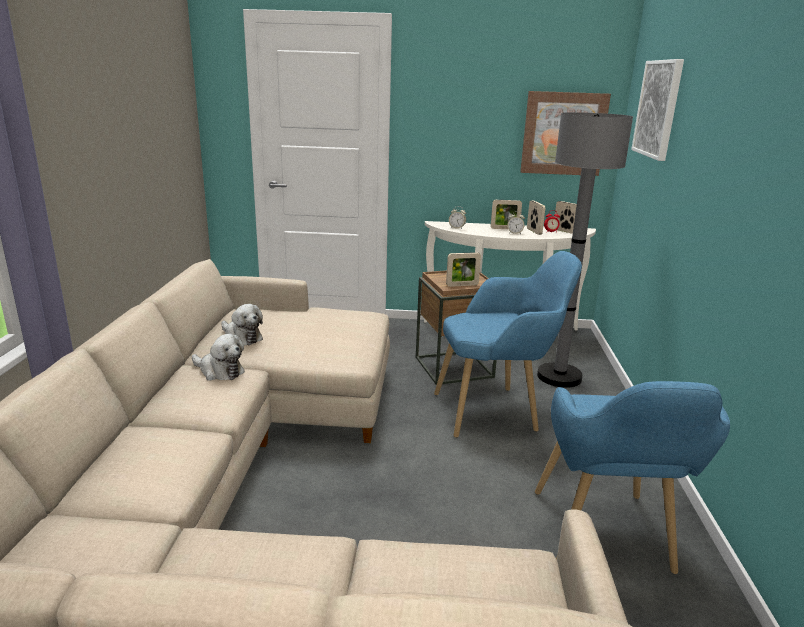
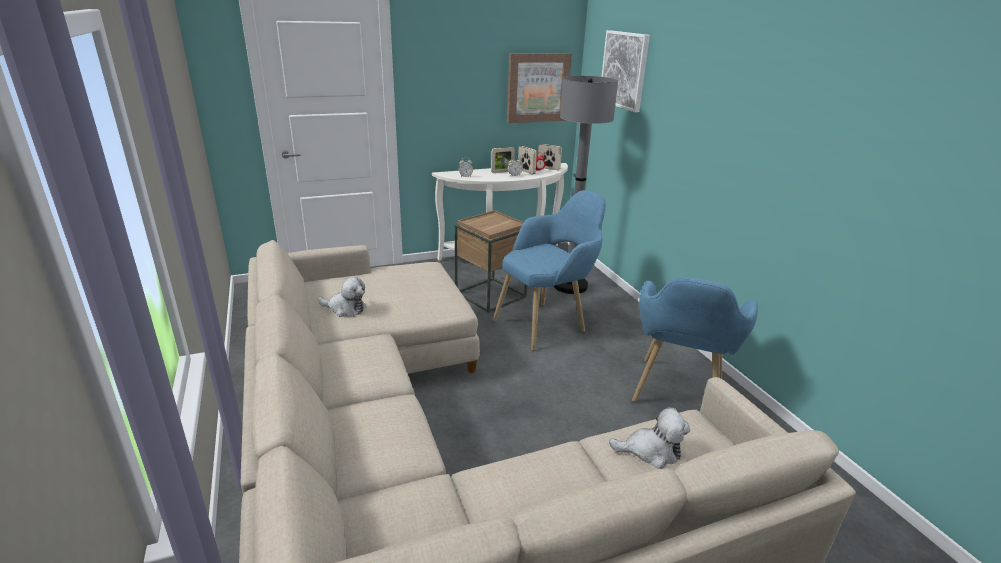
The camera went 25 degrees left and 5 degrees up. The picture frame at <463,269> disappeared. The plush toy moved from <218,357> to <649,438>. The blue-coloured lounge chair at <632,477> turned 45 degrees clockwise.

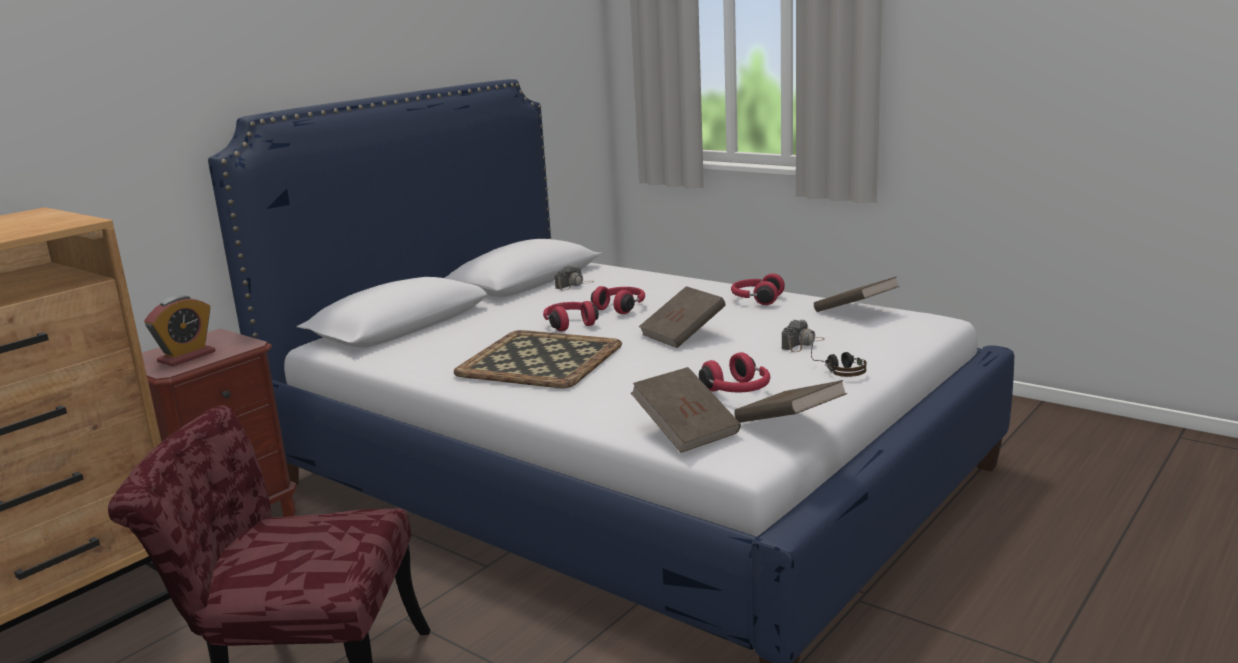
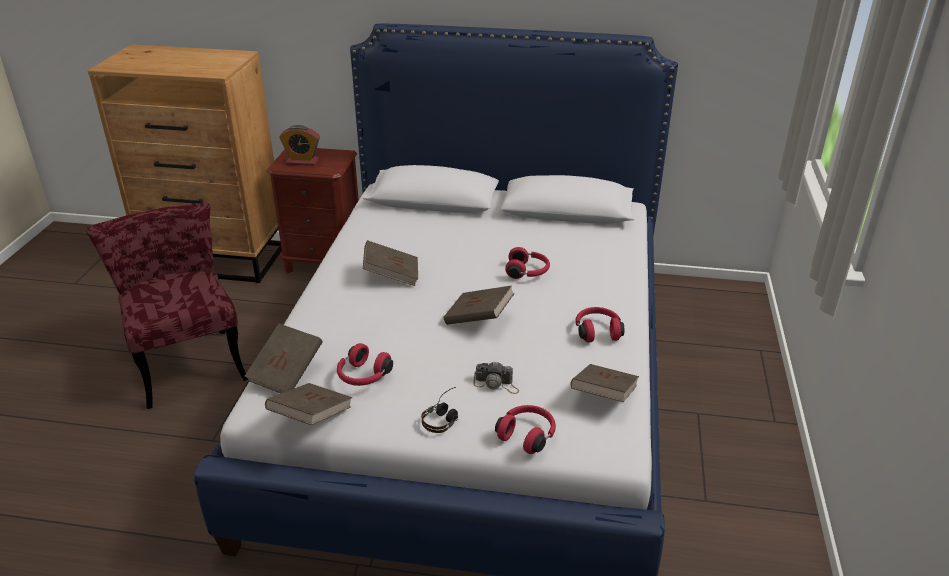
The camera went 60 degrees right and 15 degrees up. The photo camera at <574,278> disappeared. The reddish pair of headphones moved from <571,316> to <525,429>. The tray at <538,359> was replaced by the brown-coloured book at <390,263>.

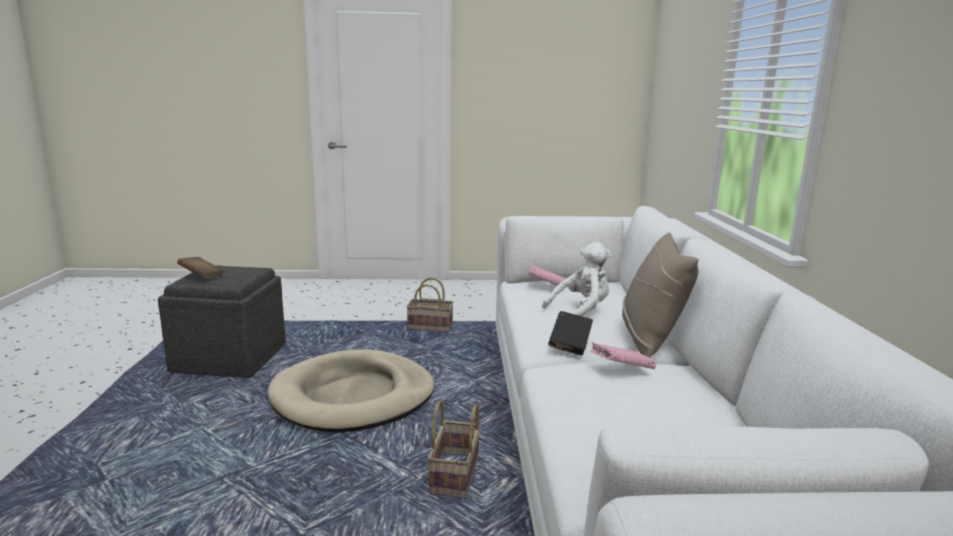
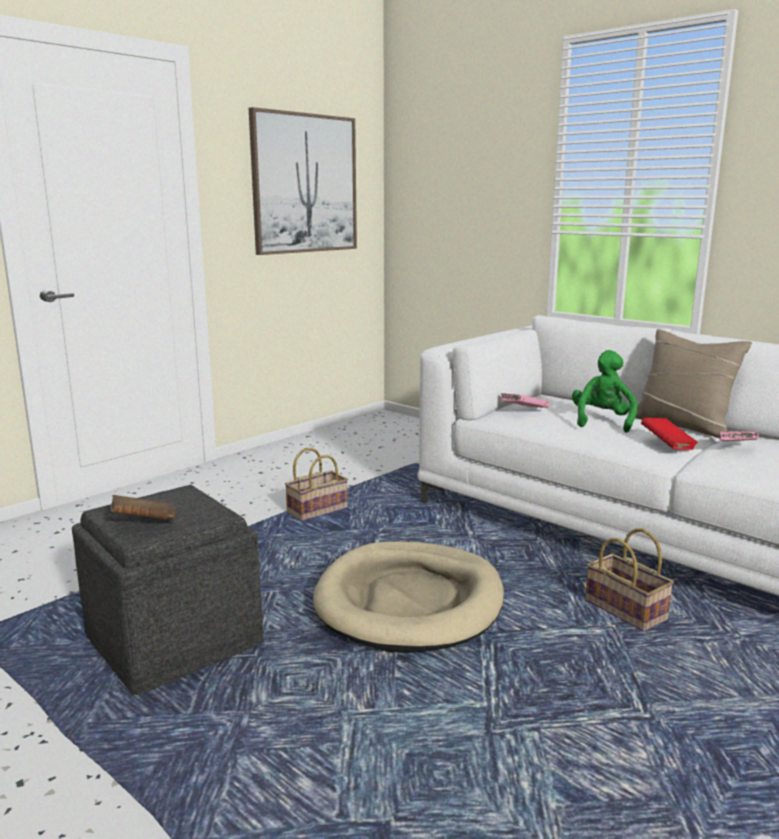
The camera went 45 degrees left and 0 degrees up. The whitish plush toy at <577,279> became the greenish plush toy at <604,391>. The black-coloured book at <570,333> became the reddish book at <669,434>. The picture at <303,181> appeared.

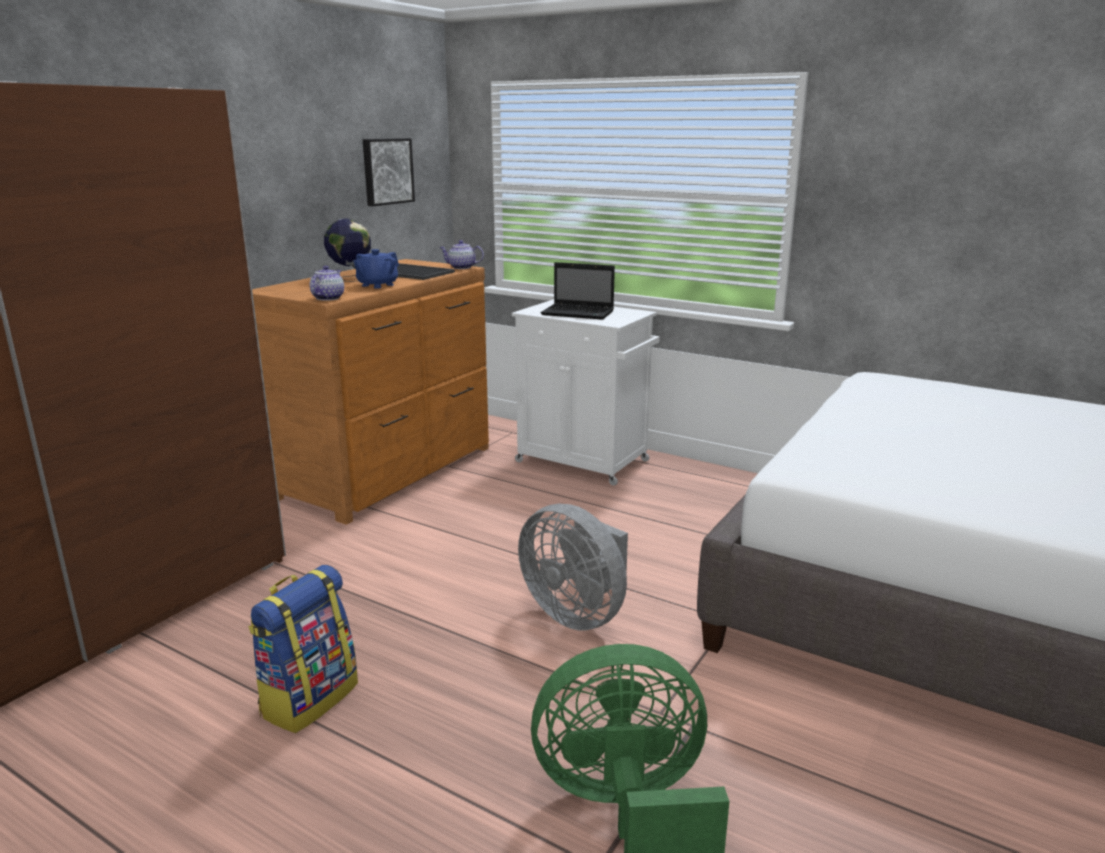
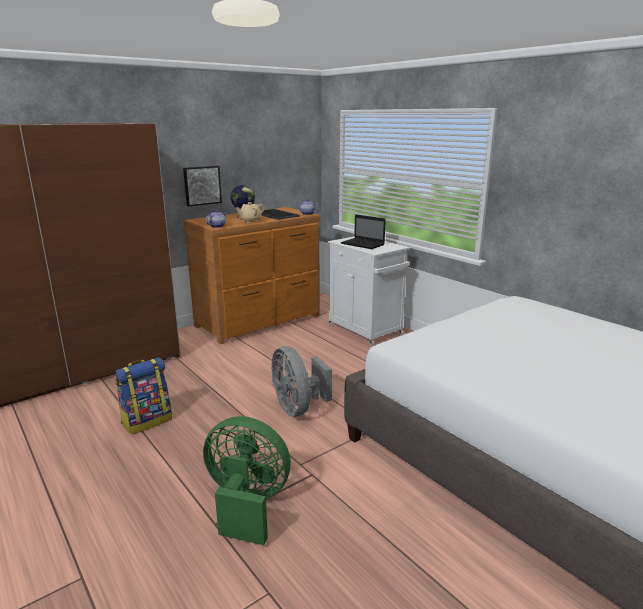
The camera went 20 degrees right and 0 degrees up. The picture moved from <389,172> to <202,186>. The blue-coloured tea pot at <376,269> became the sand-coloured tea pot at <250,212>.

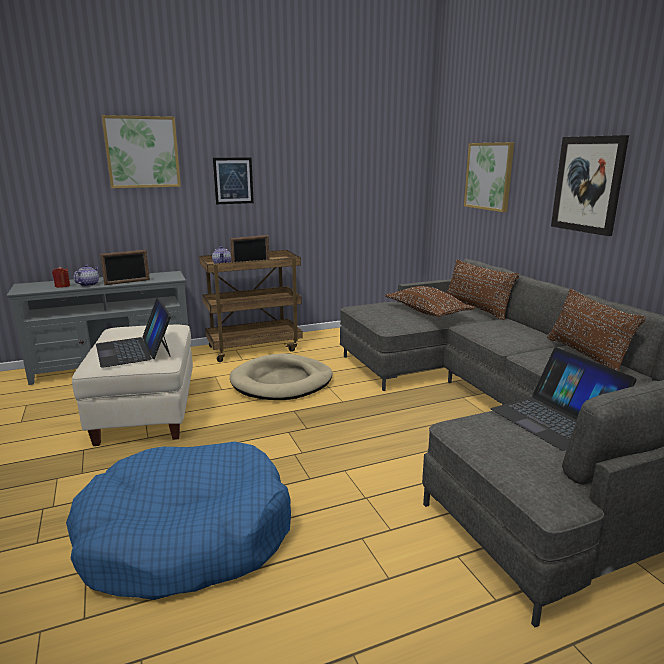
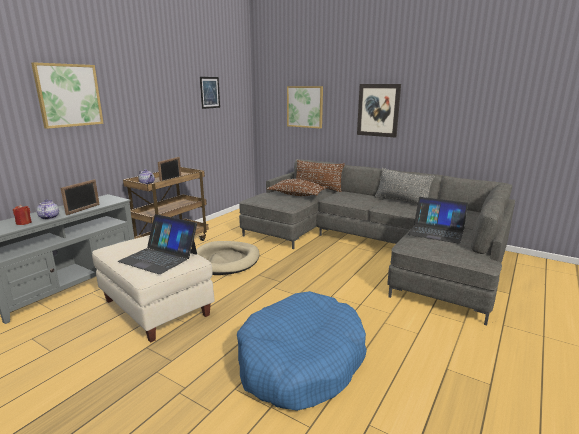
The camera went 35 degrees left and 0 degrees up. The picture moved from <233,181> to <210,93>. The brown-coloured cushion at <596,330> became the grey cushion at <405,186>.

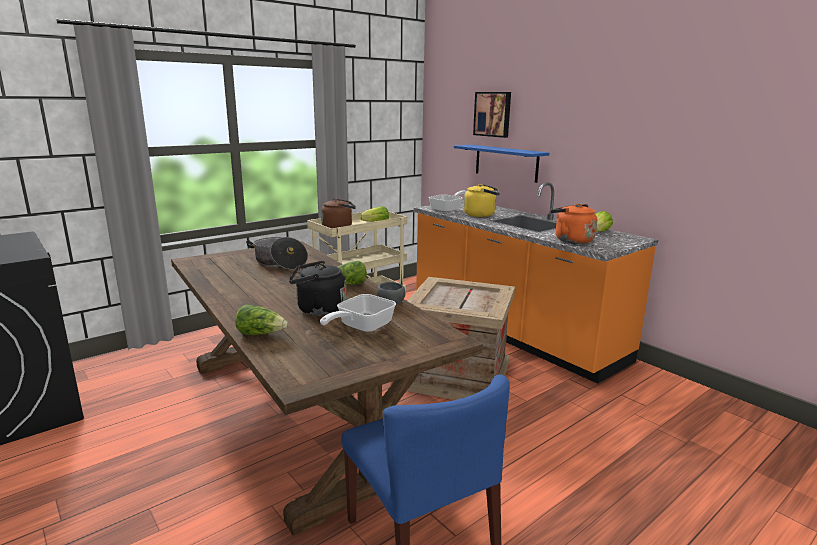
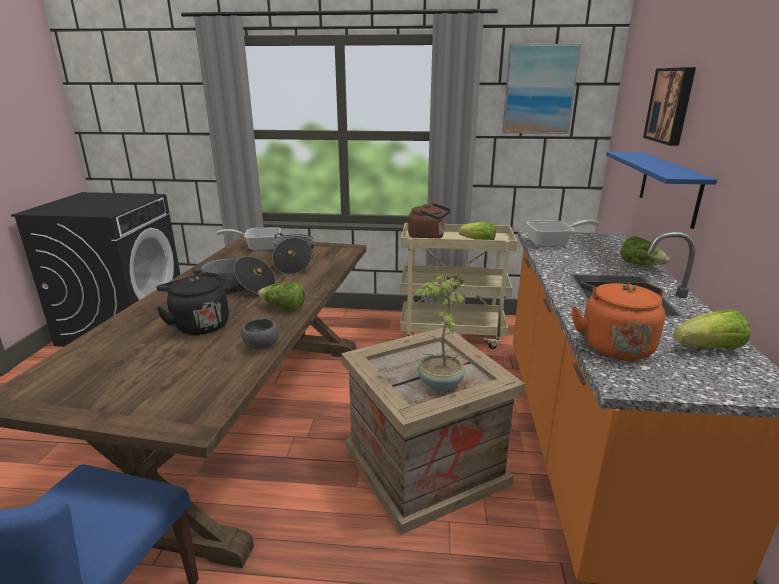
The camera went 45 degrees right and 5 degrees up. The yellow kettle at <482,200> disappeared. The pan moved from <358,313> to <248,239>. The head of lettuce moved from <261,319> to <645,250>. The picture at <541,89> appeared. The stockpot at <234,275> appeared. The plant in a pot at <439,333> appeared.

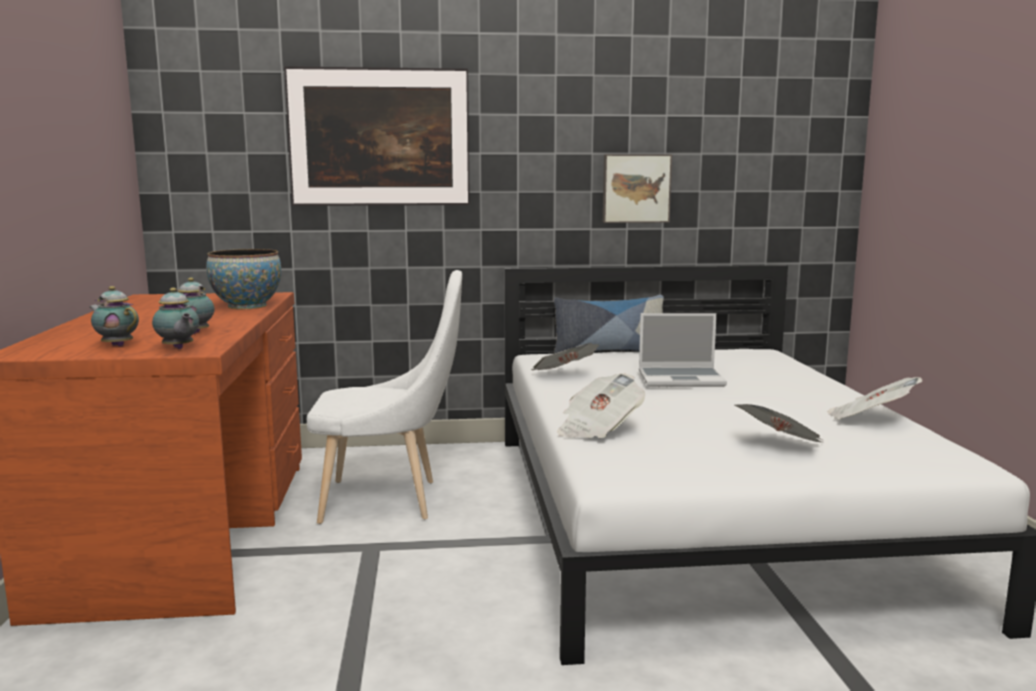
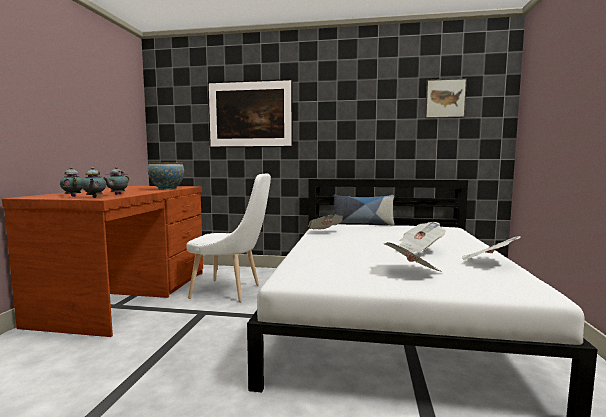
The camera went 15 degrees right and 5 degrees down. The picture moved from <637,188> to <446,98>. The portable computer at <683,350> disappeared. The printed paper moved from <601,405> to <420,237>.

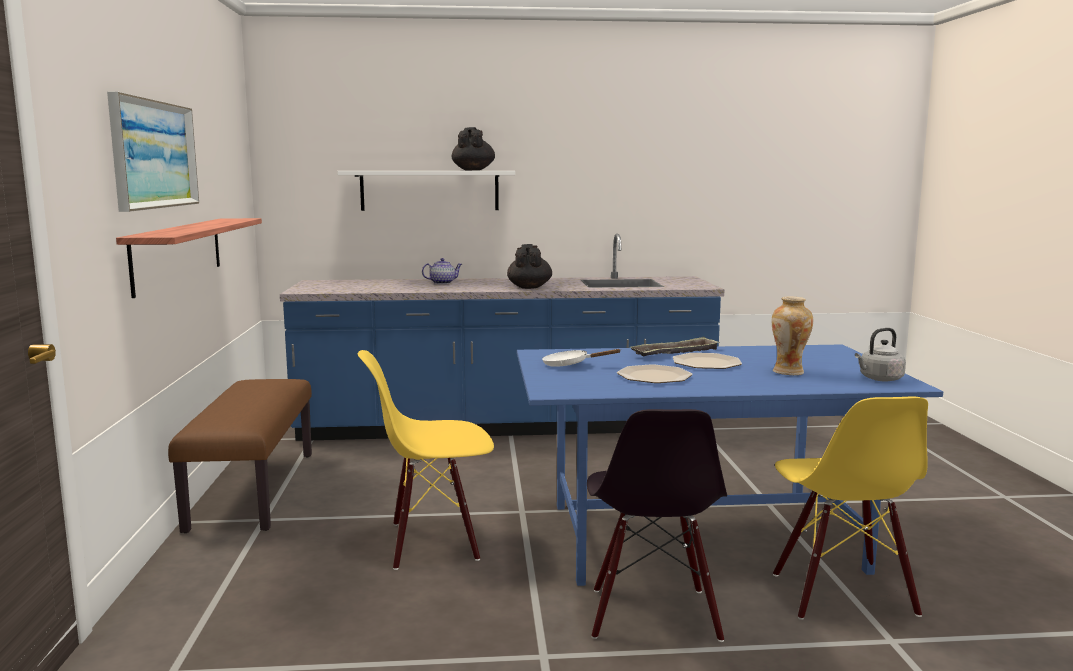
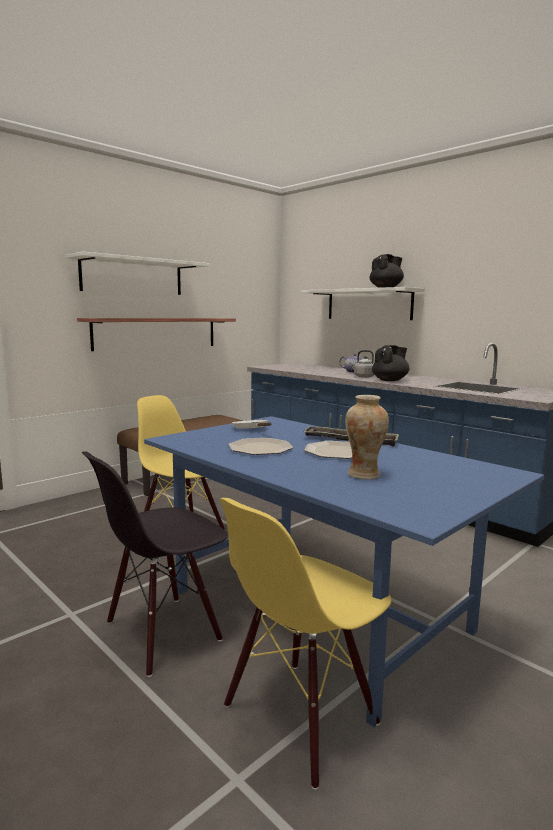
The camera went 50 degrees right and 0 degrees up. The picture at <153,152> was replaced by the whitish bracket shelf at <137,273>. The grey kettle moved from <880,354> to <361,364>.

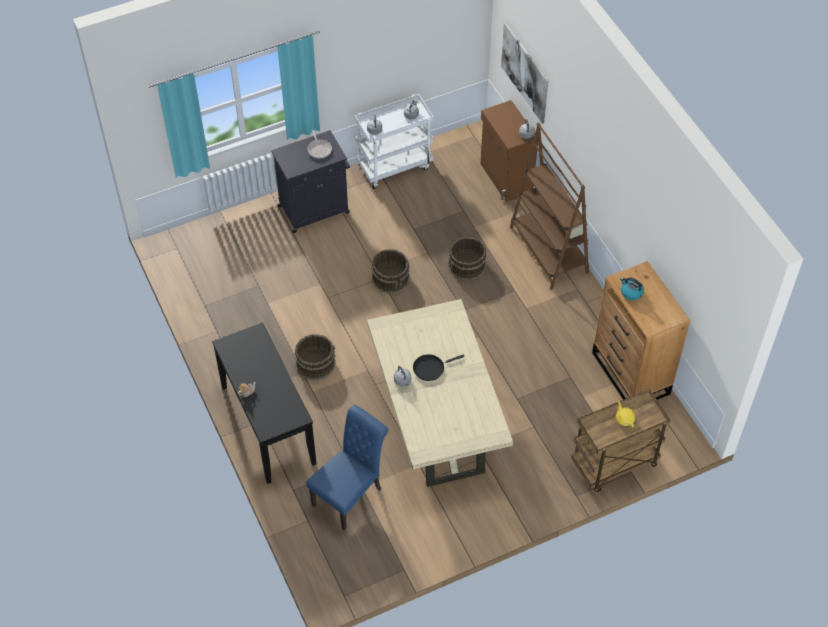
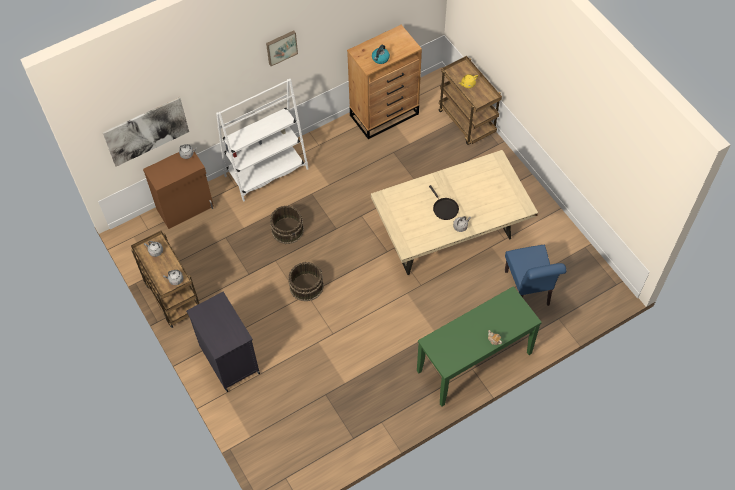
The camera went 95 degrees left and 5 degrees up. The whitish trolley at <394,141> became the brown-coloured trolley at <165,279>. The brown-coloured bookshelf at <549,206> became the whitish bookshelf at <262,140>. The pan at <320,144> disappeared. The black-coloured hall table at <264,403> became the greenish hall table at <479,346>. The brown-coloured pail at <315,357> disappeared. The blue-coloured upright chair at <347,467> turned 135 degrees counterclockwise. The picture at <282,48> appeared.

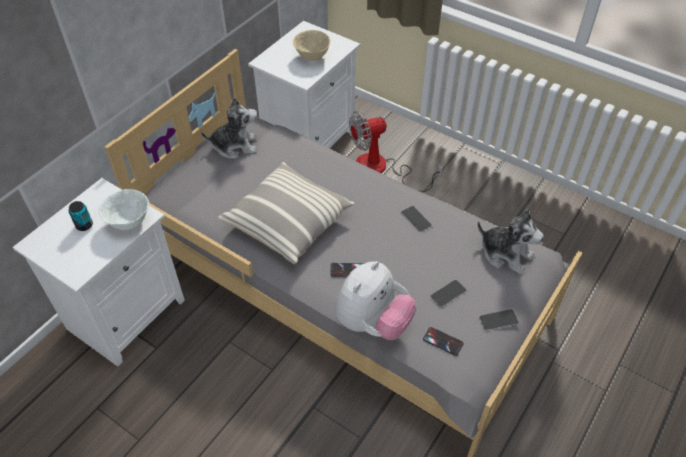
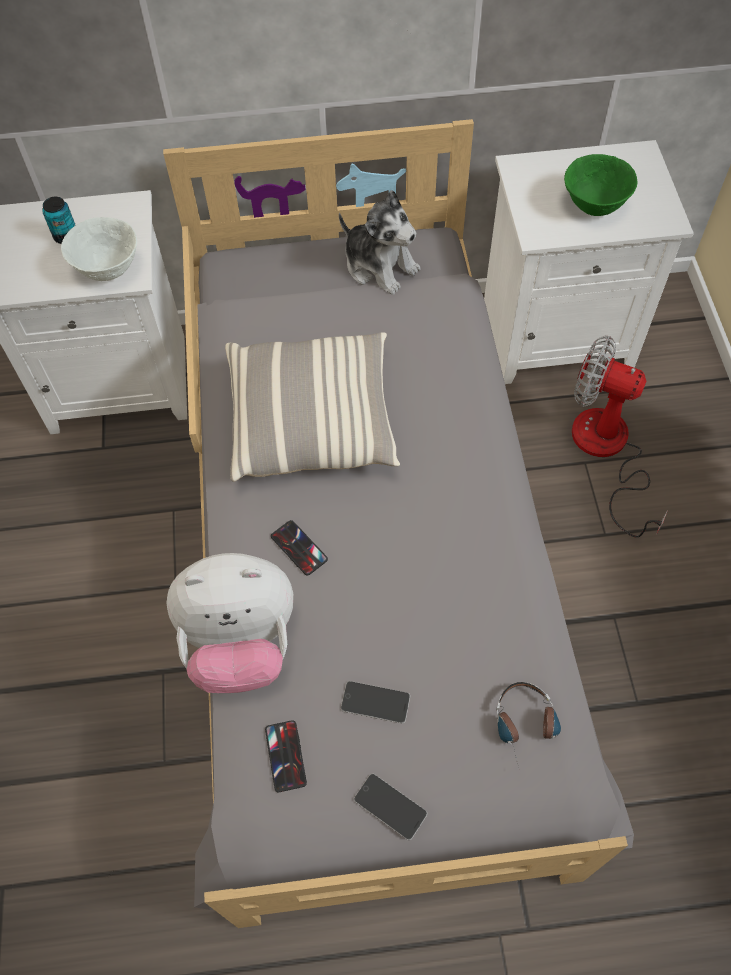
The camera went 50 degrees right and 10 degrees up. The sand-coloured bowl at <312,45> became the greenish bowl at <601,185>. The telephone at <416,219> disappeared. The plush toy at <511,242> was replaced by the pair of headphones at <528,727>.

